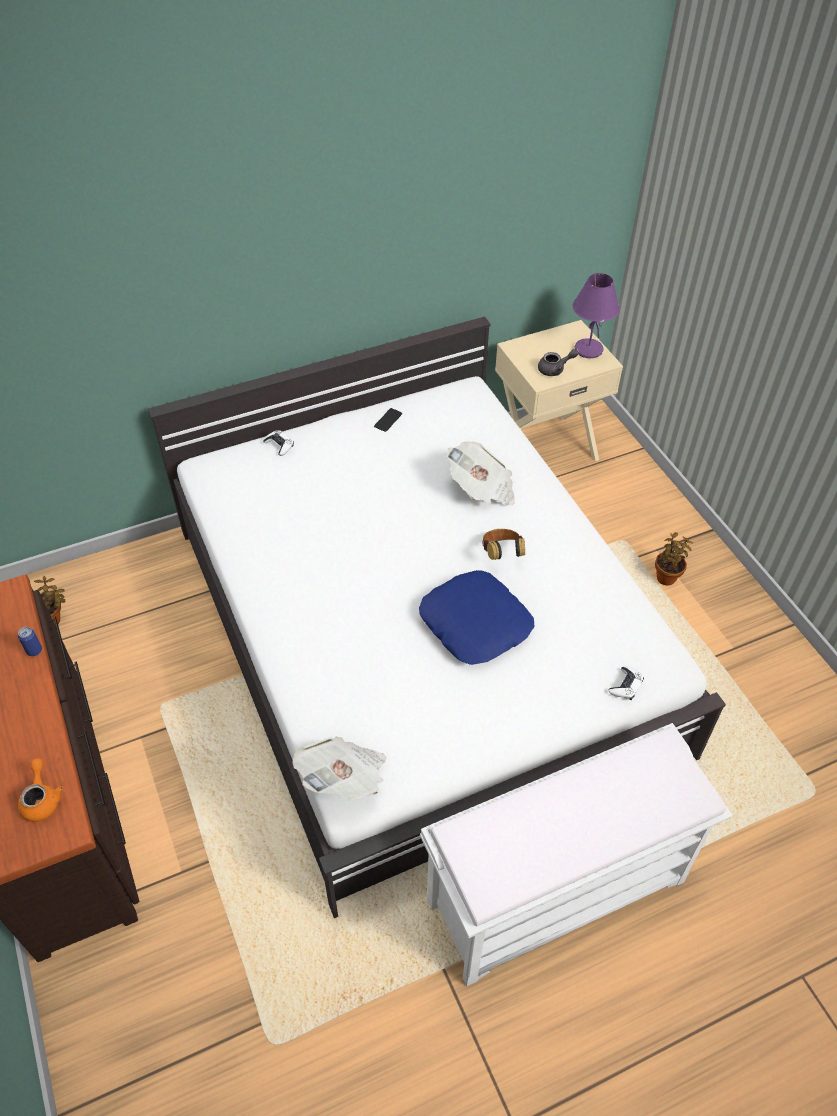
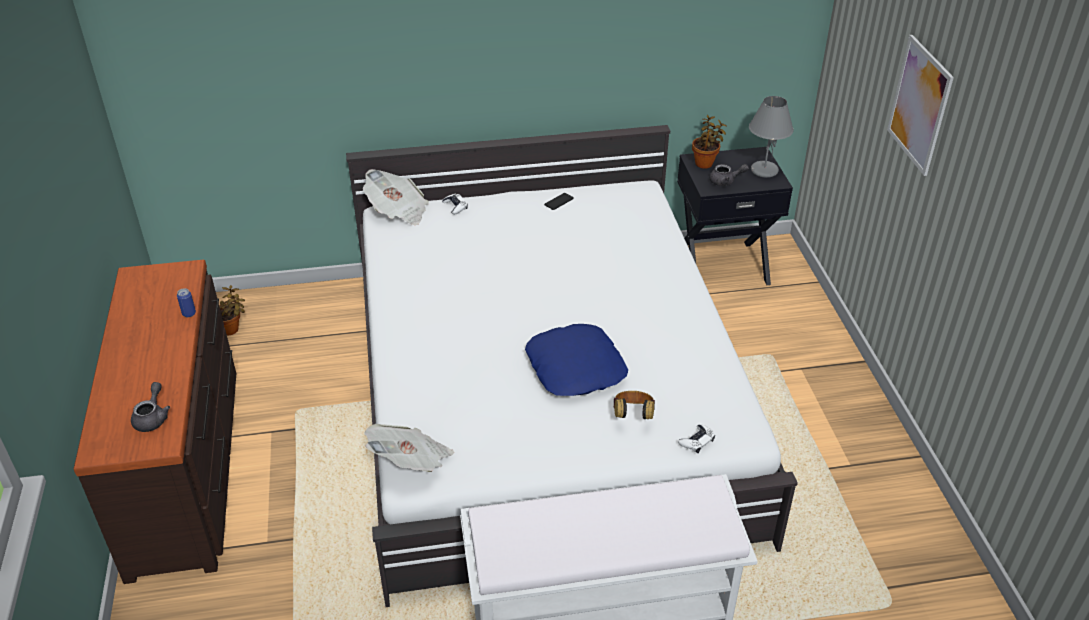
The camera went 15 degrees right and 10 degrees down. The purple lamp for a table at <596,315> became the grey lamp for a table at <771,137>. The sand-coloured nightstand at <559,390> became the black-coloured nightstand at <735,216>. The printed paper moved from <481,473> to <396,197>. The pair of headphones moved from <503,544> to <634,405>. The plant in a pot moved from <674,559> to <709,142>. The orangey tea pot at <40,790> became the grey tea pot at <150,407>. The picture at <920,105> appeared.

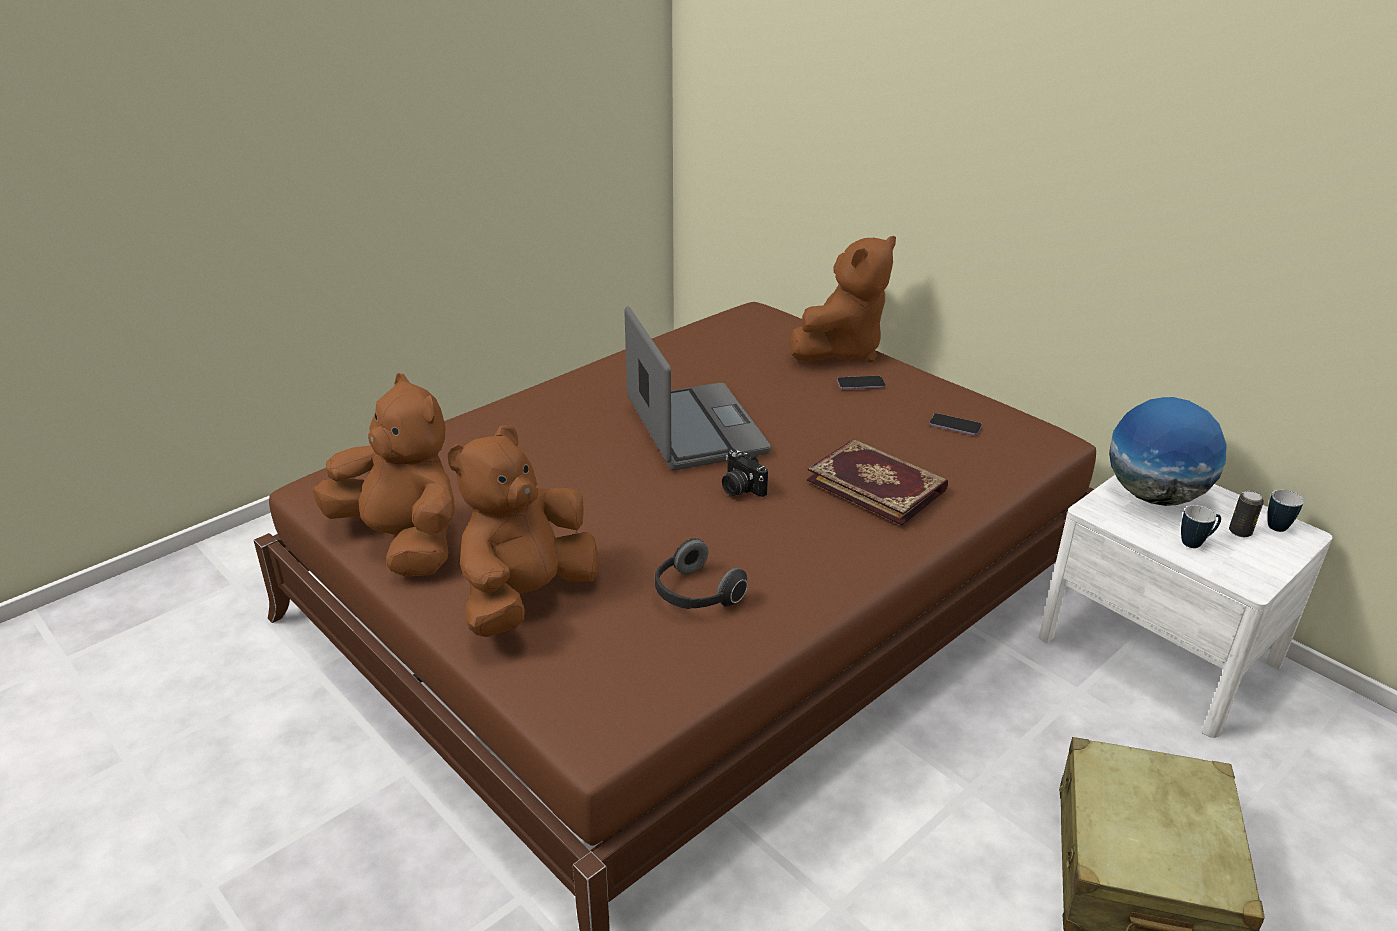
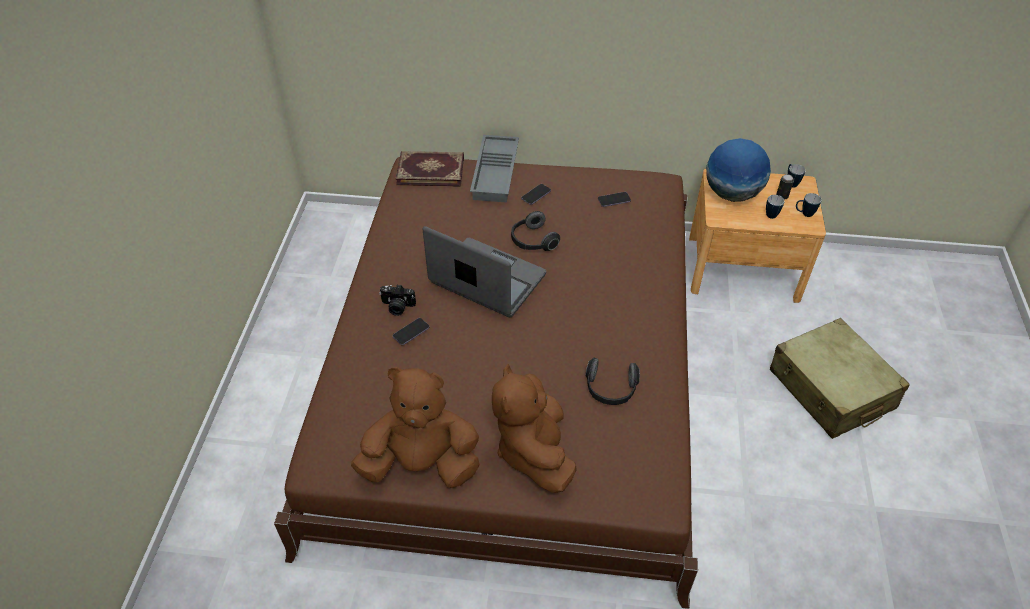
The camera went 40 degrees left and 15 degrees up. The brown-coloured plush toy at <843,299> was replaced by the grey tray at <494,169>. The book moved from <877,482> to <430,169>. The photo camera moved from <745,473> to <397,300>. The whitish nightstand at <1186,606> became the brown-coloured nightstand at <757,236>. The coffee mug at <809,205> appeared. The pair of headphones at <535,231> appeared. The telephone at <411,331> appeared.

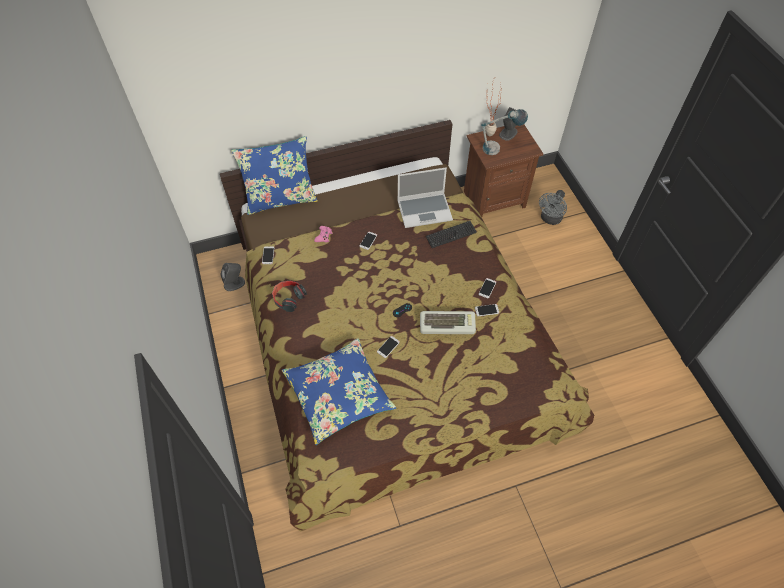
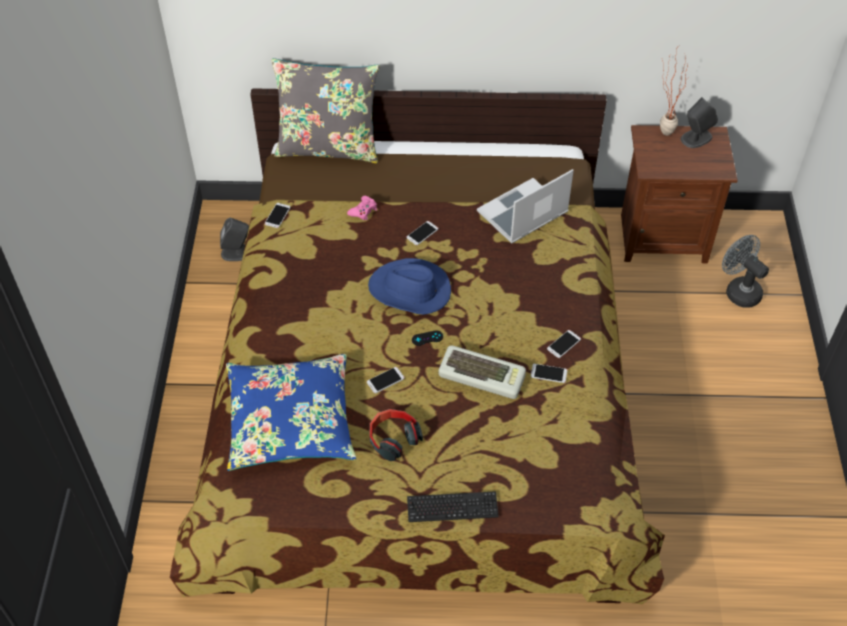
The camera went 20 degrees right and 5 degrees down. The lamp for a table at <504,132> disappeared. The blue-coloured cushion at <274,175> became the grey cushion at <325,110>. The portable computer at <425,198> turned 135 degrees clockwise. The grey fan at <553,207> turned 90 degrees clockwise. The keyboard moved from <451,234> to <453,506>. The pair of headphones moved from <289,296> to <396,435>. The blue-coloured wearable hat at <409,286> appeared.

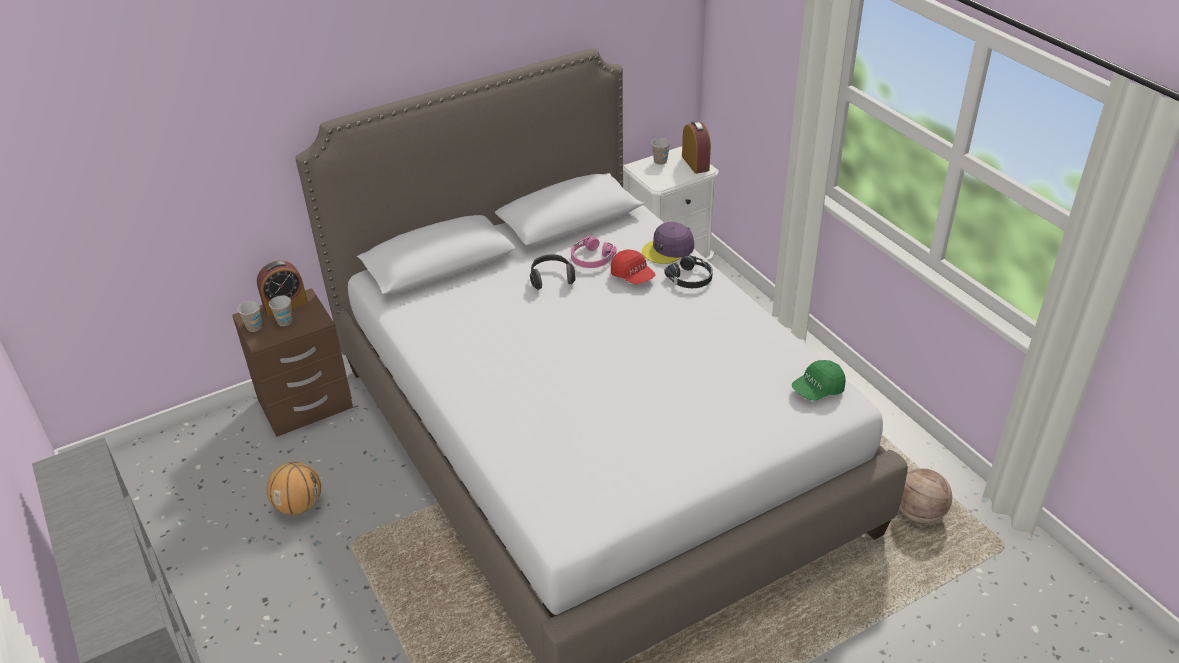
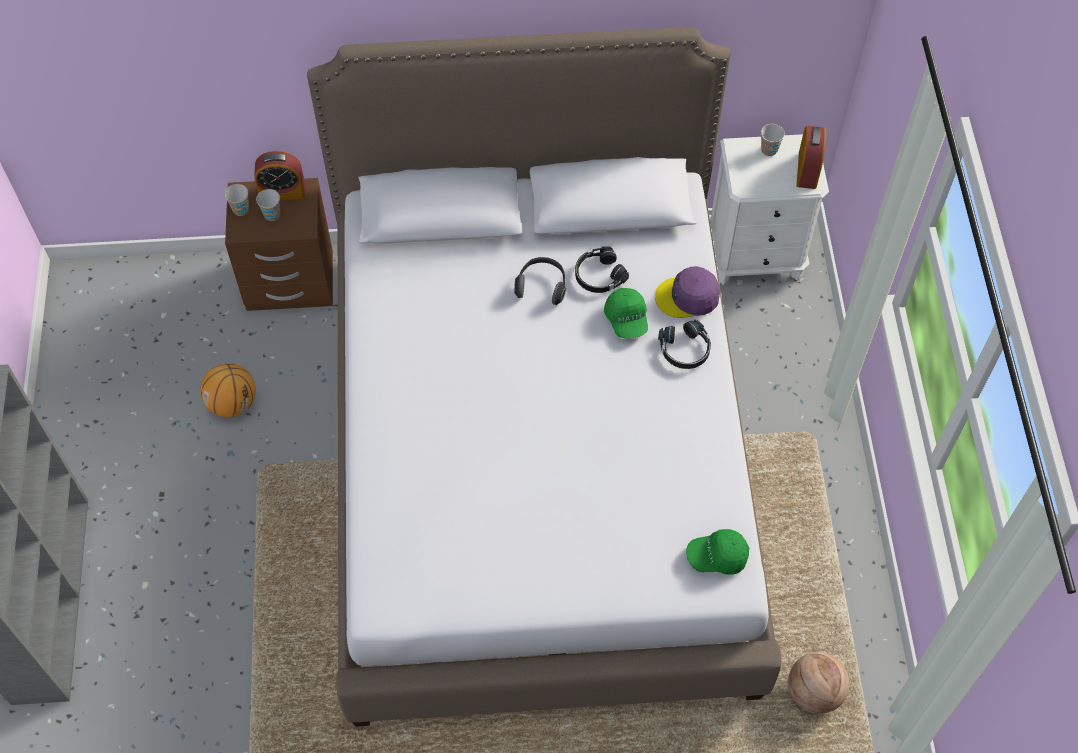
The camera went 25 degrees right and 20 degrees up. The pinkish pair of headphones at <594,252> became the black-coloured pair of headphones at <602,269>. The reddish cap at <633,267> became the greenish cap at <626,313>.

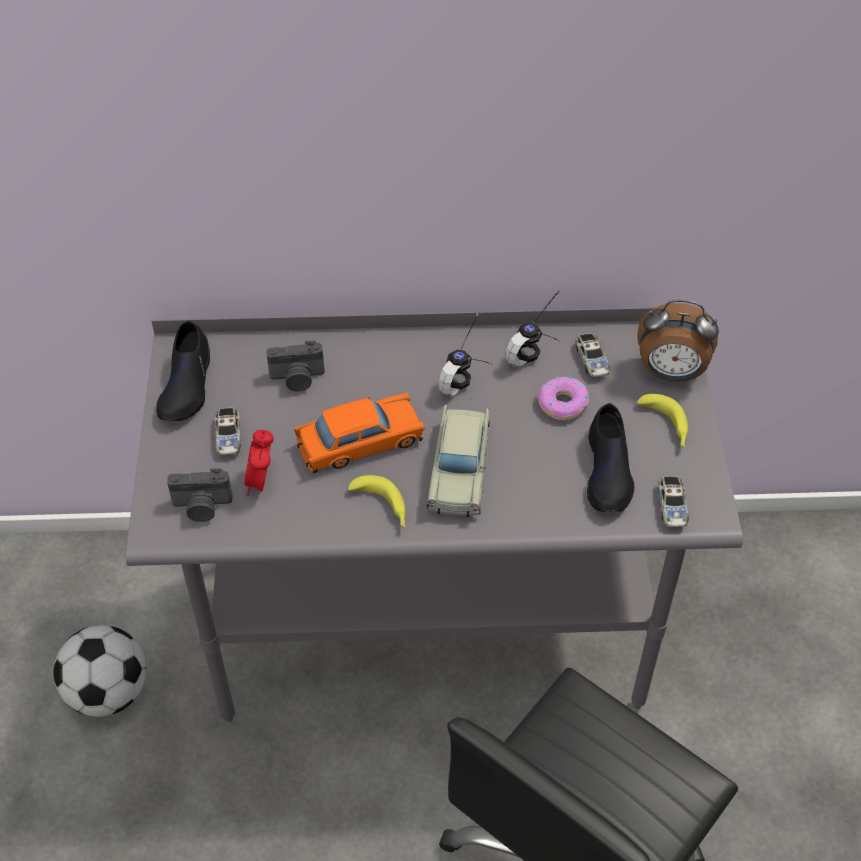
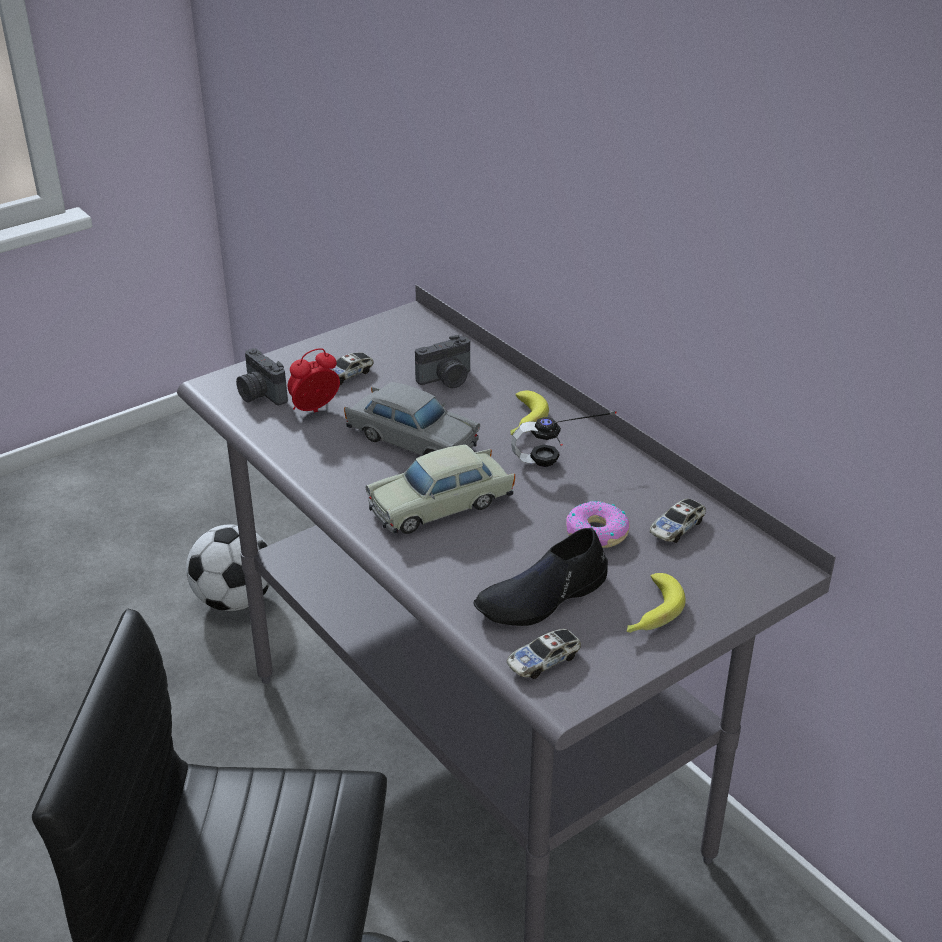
The camera went 55 degrees right and 15 degrees down. The pair of headphones at <533,328> disappeared. The table clock at <678,341> disappeared. The black-coloured shoe at <183,370> disappeared. The photo camera at <295,366> turned 75 degrees counterclockwise. The orangey model car at <359,433> became the grey model car at <412,419>. The whole banana moved from <377,501> to <529,413>.

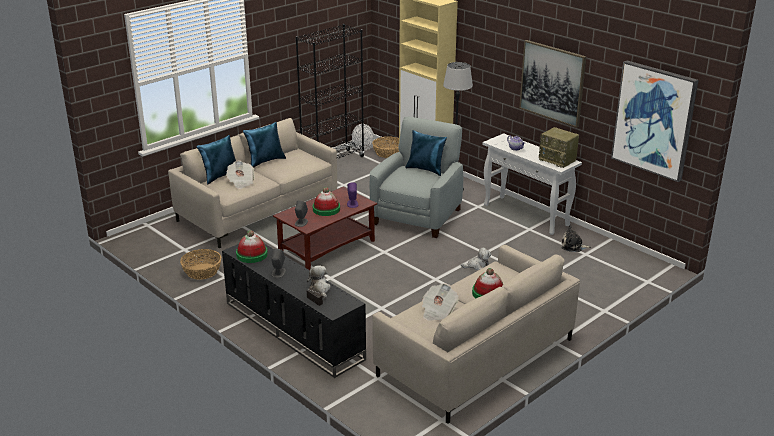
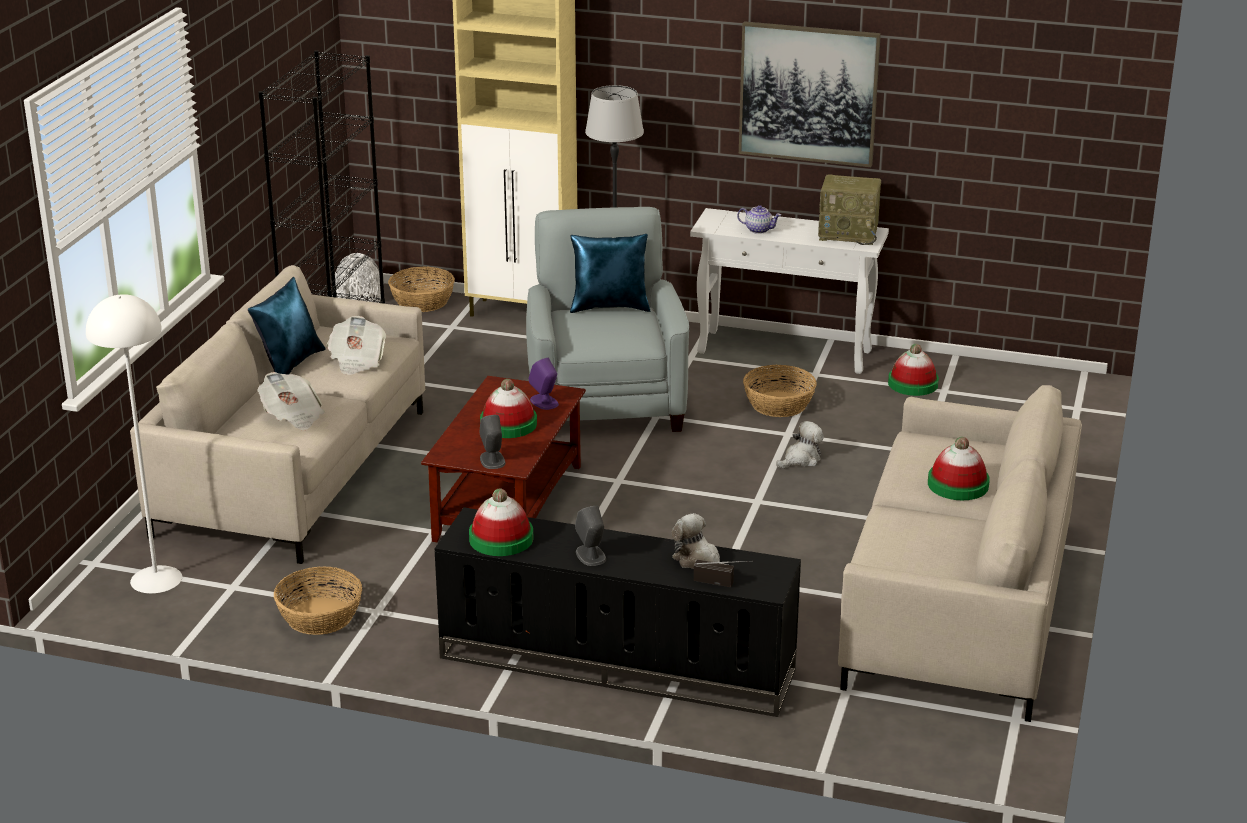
The camera went 30 degrees left and 0 degrees up. The picture at <654,121> disappeared. The blue-coloured cushion at <216,159> disappeared. The plush toy at <576,238> was replaced by the wearable hat at <913,370>. The printed paper moved from <440,302> to <356,345>. The whitish floor lamp at <134,444> appeared. The basket at <780,391> appeared.

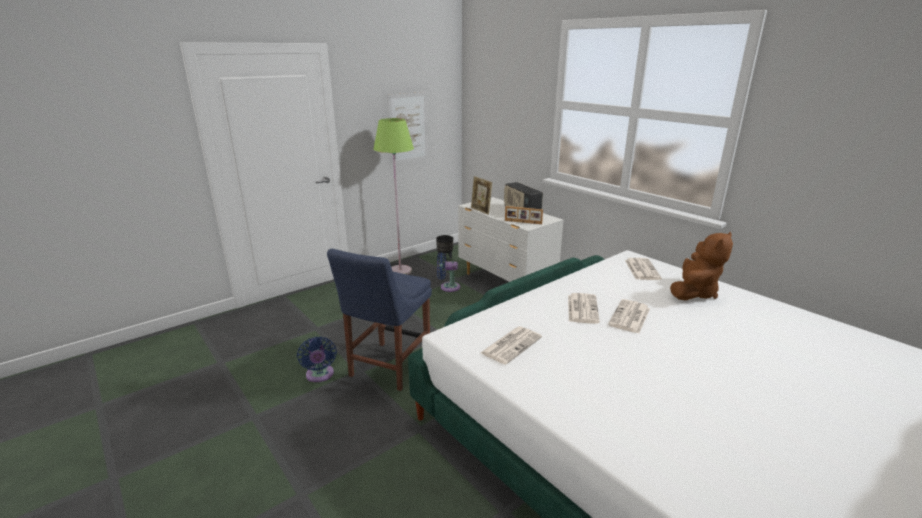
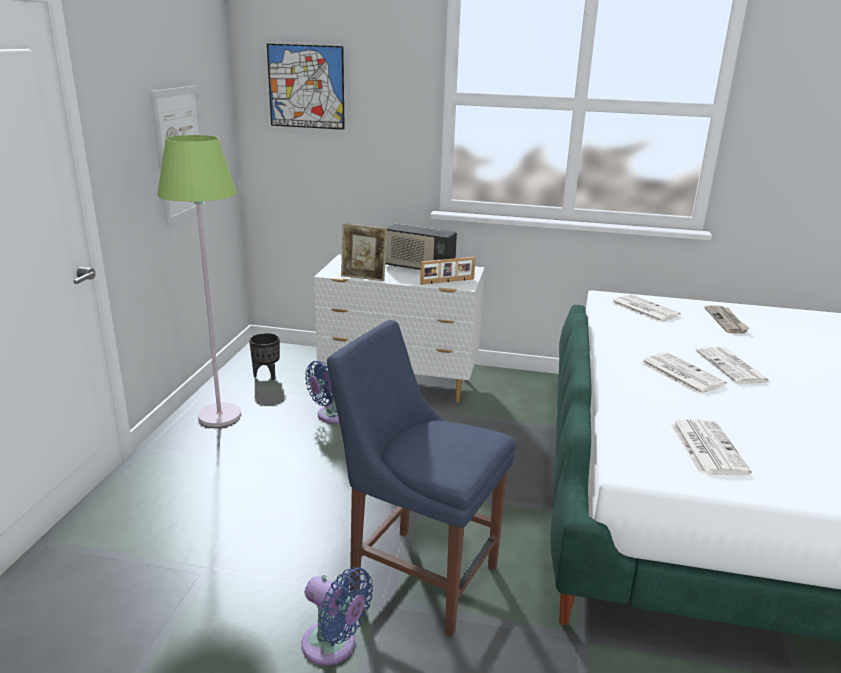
The camera went 40 degrees left and 0 degrees up. The brown-coloured plush toy at <701,266> was replaced by the printed paper at <727,319>. The blue-coloured upright chair at <379,320> turned 135 degrees clockwise. The picture at <306,87> appeared.

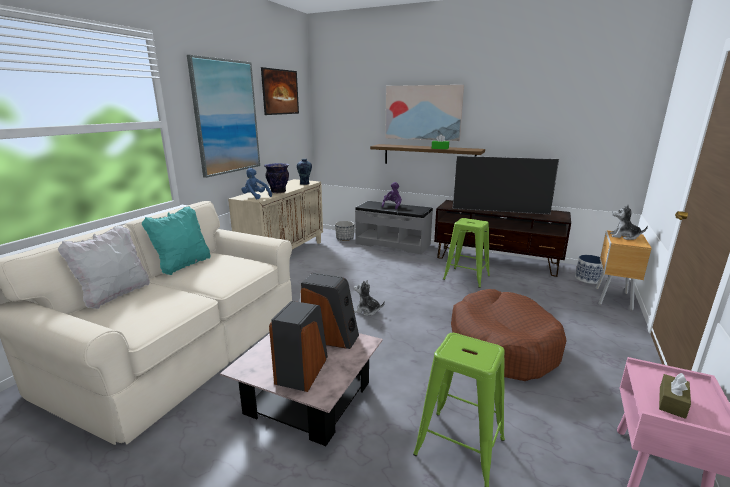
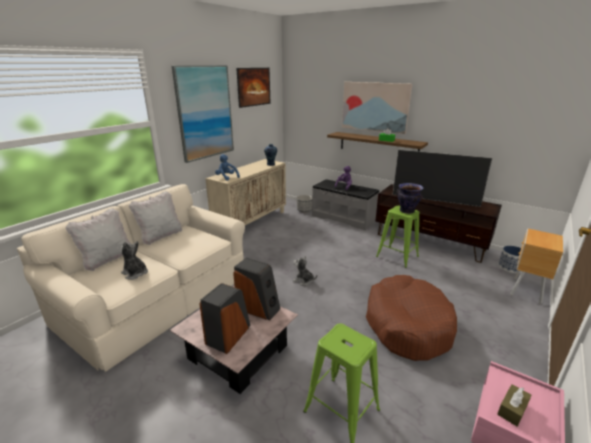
The camera went 10 degrees right and 5 degrees up. The vase moved from <276,178> to <410,198>. The plush toy moved from <629,222> to <134,260>. The turquoise cushion at <176,241> became the whitish cushion at <155,218>.

